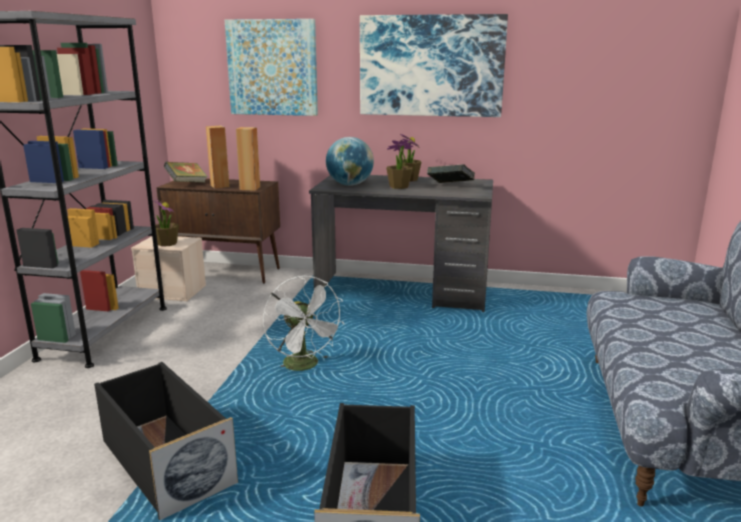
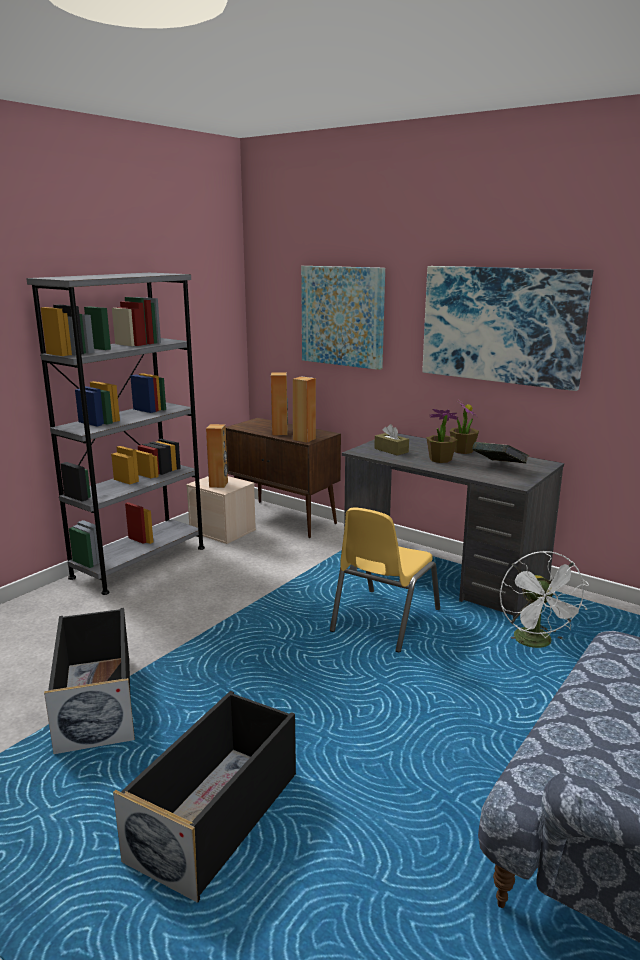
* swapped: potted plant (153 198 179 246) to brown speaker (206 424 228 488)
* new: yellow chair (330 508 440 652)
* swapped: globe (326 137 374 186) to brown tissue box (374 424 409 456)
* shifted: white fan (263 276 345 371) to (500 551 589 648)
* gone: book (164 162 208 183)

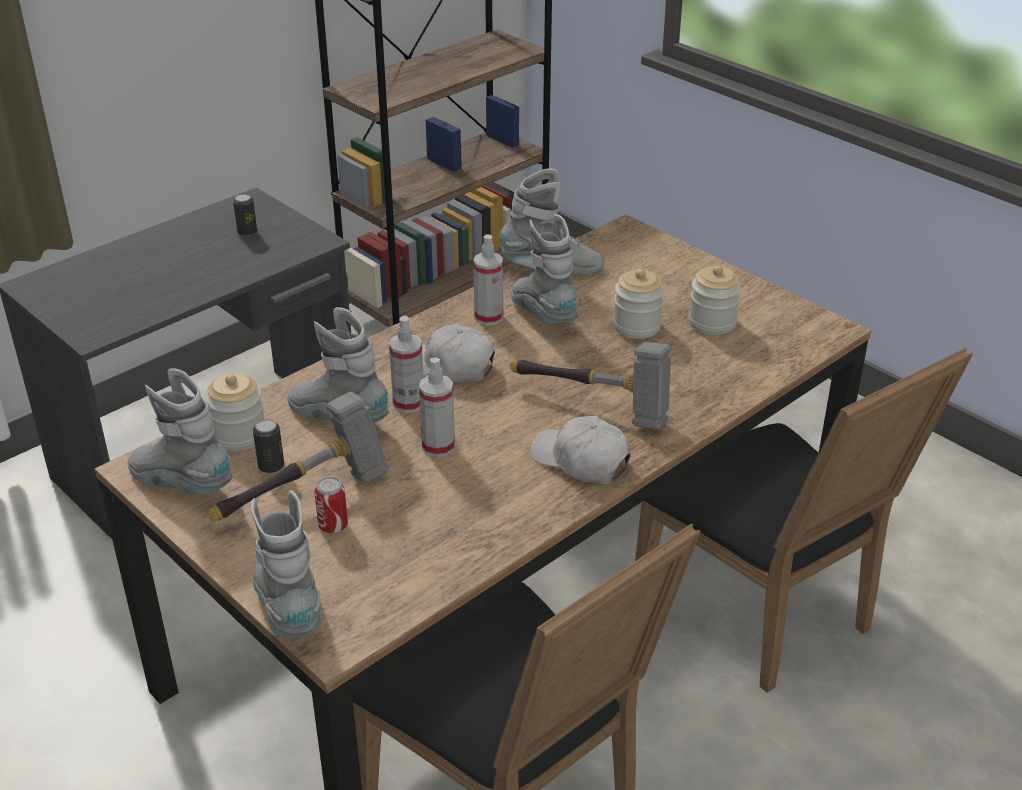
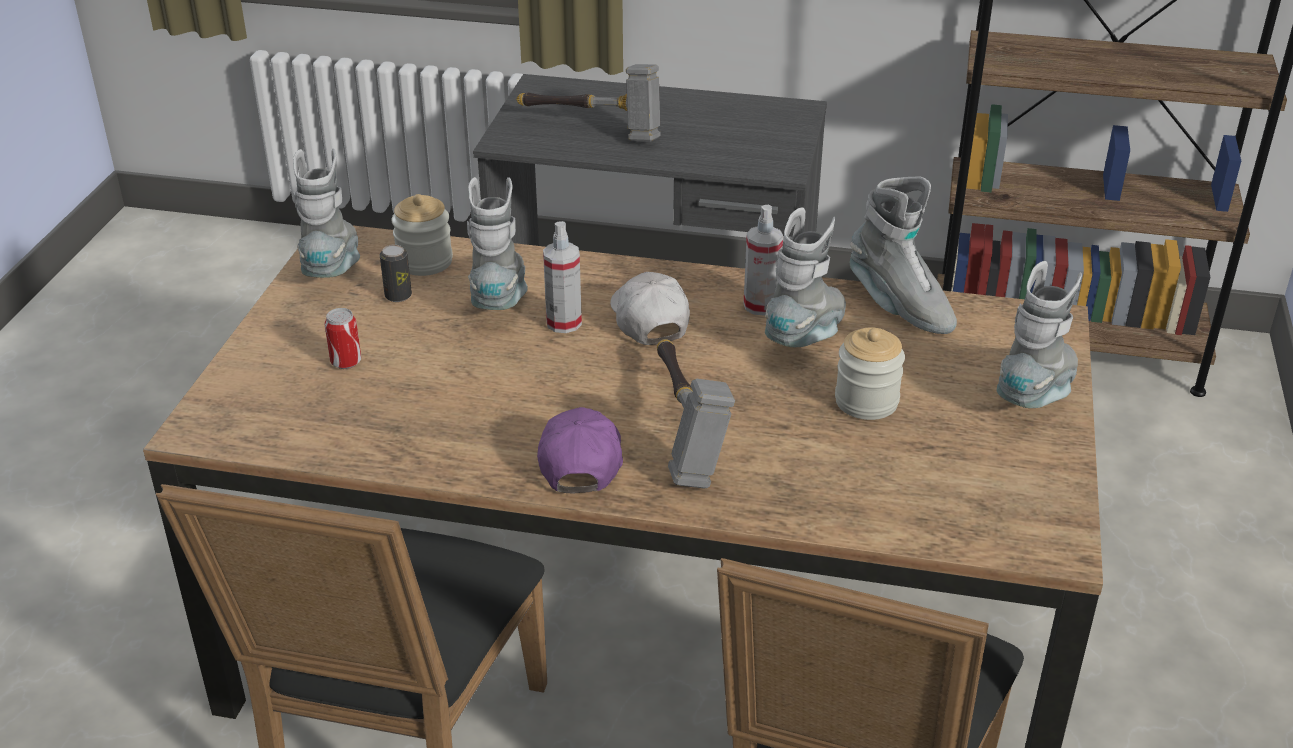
* shifted: hammer (208 392 389 521) to (516 64 661 141)
* repainted: white cap (530 416 631 484) to purple cap (537 407 623 494)
* shifted: grey boot (251 490 322 638) to (996 261 1082 408)
* gone: can (233 194 257 236)
* gone: spray bottle (419 357 455 457)
* gone: jar (689 265 741 335)

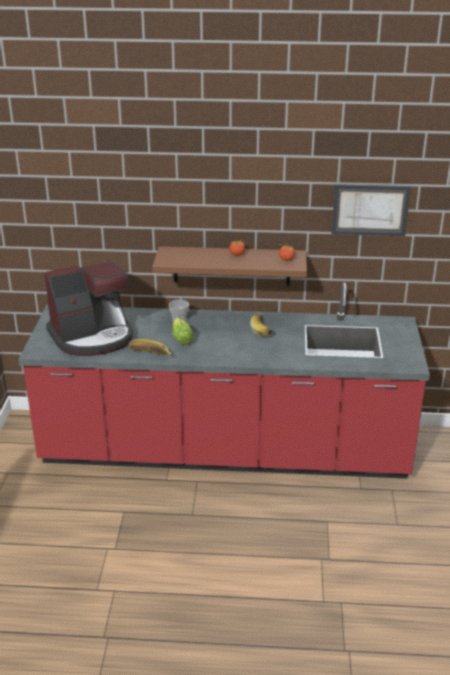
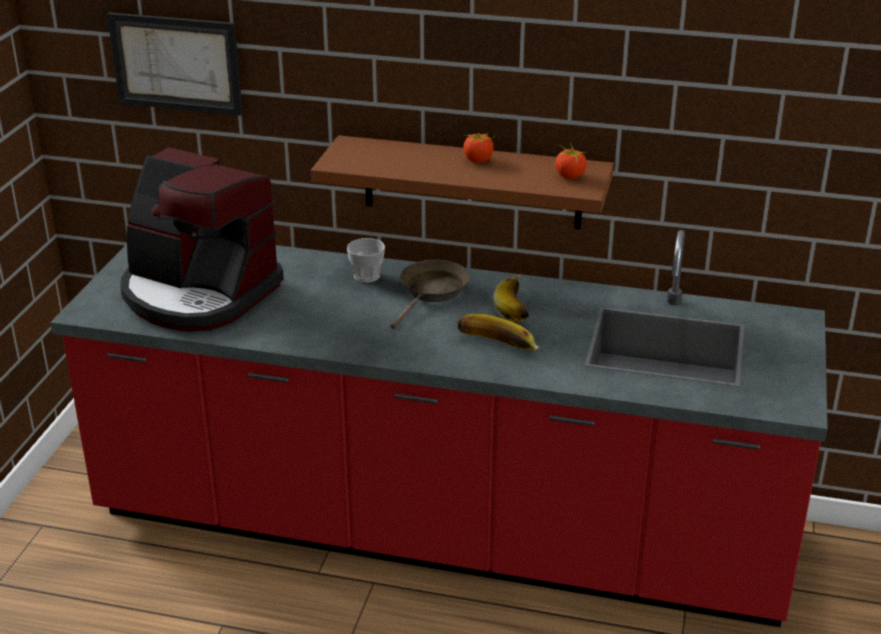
* shifted: picture (331 184 411 236) to (107 13 243 116)
* rotated: coffee machine (44 261 133 356) = (120 147 284 332) 45 degrees clockwise
* new: brown frying pan (390 260 470 329)
* shifted: banana (128 339 172 355) to (458 314 539 351)
* gone: lettuce (173 317 193 345)

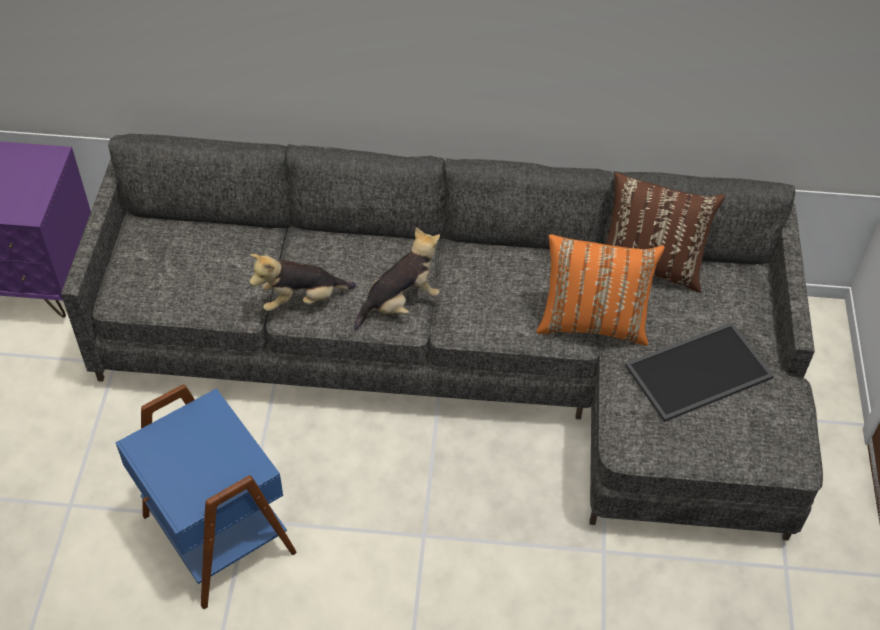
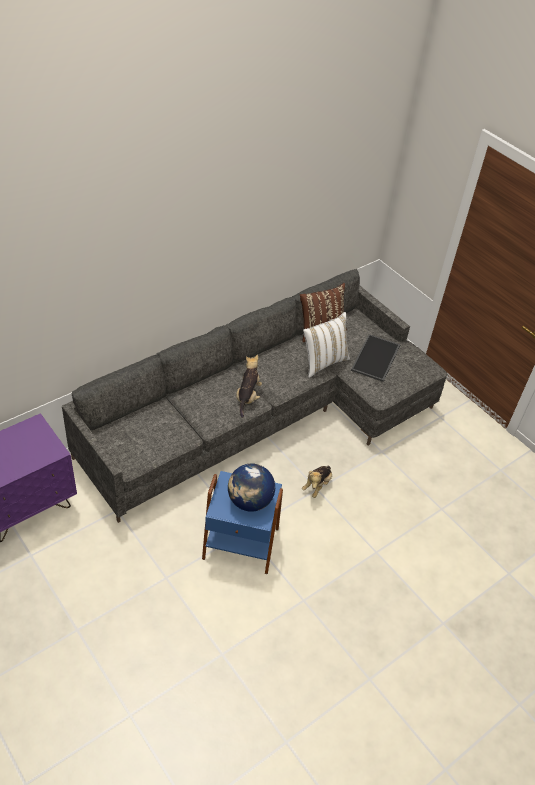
* new: globe (228 464 275 512)
* shifted: plush toy (249 254 356 311) to (302 465 332 498)
* repainted: orange pillow (536 234 665 346) to white pillow (303 312 350 378)

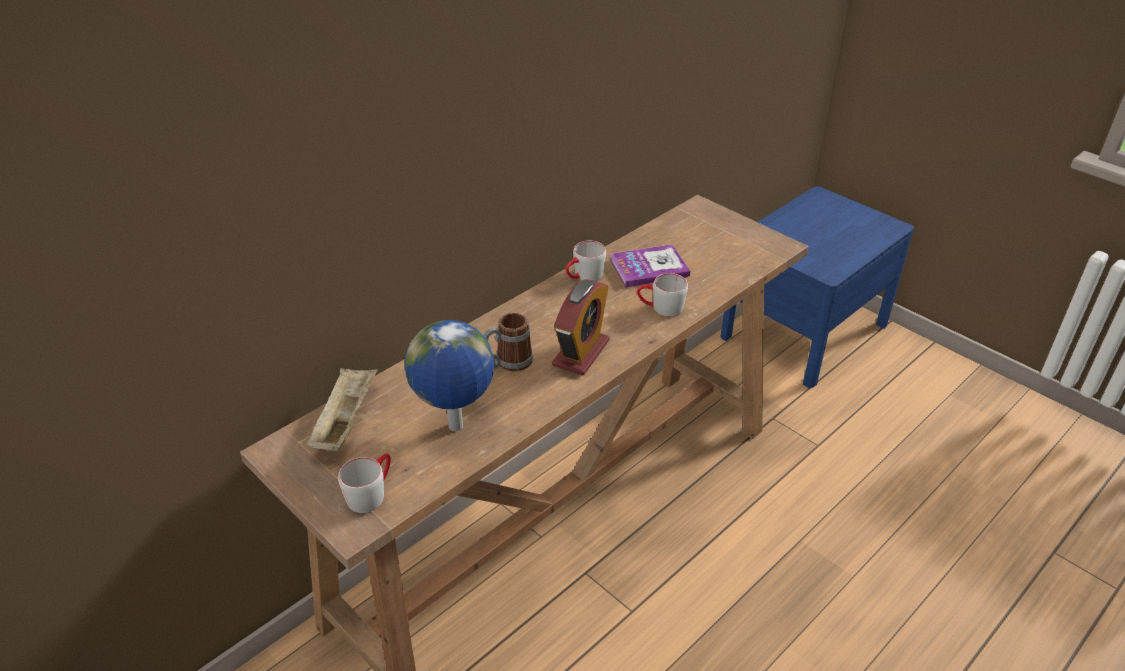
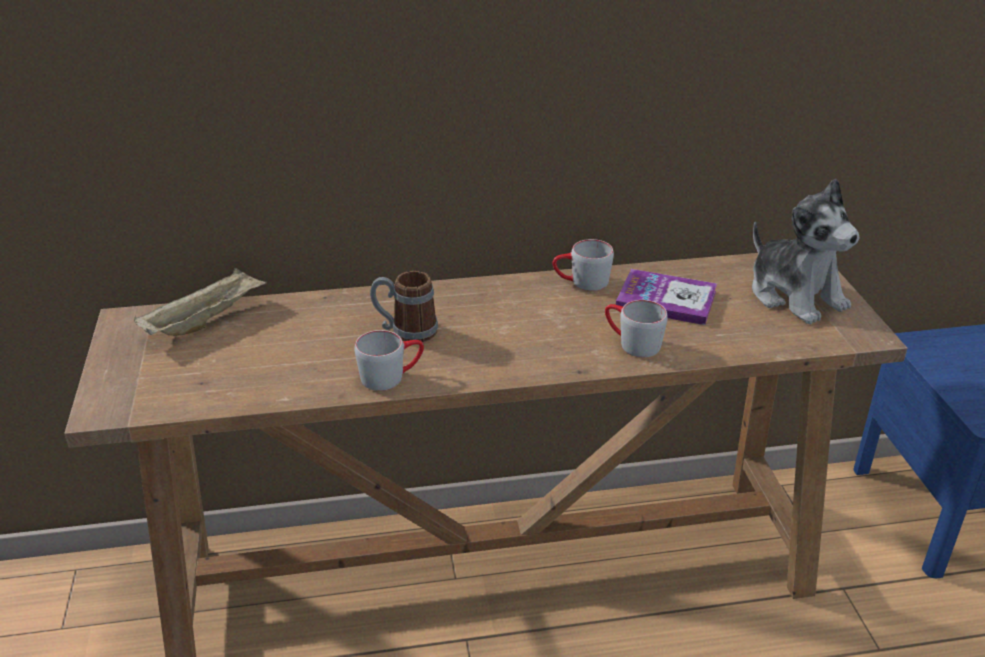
* shifted: grey mug (338 454 391 513) to (354 330 424 391)
* new: plush toy (752 179 860 324)
* gone: globe (404 320 494 431)
* gone: alarm clock (552 279 610 376)

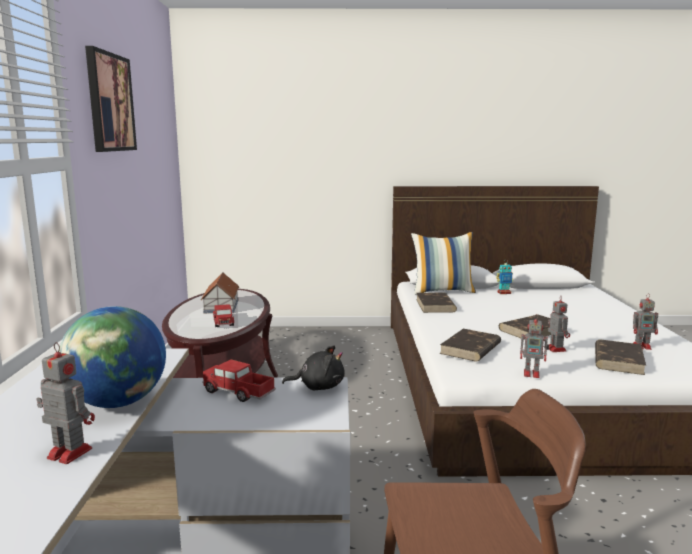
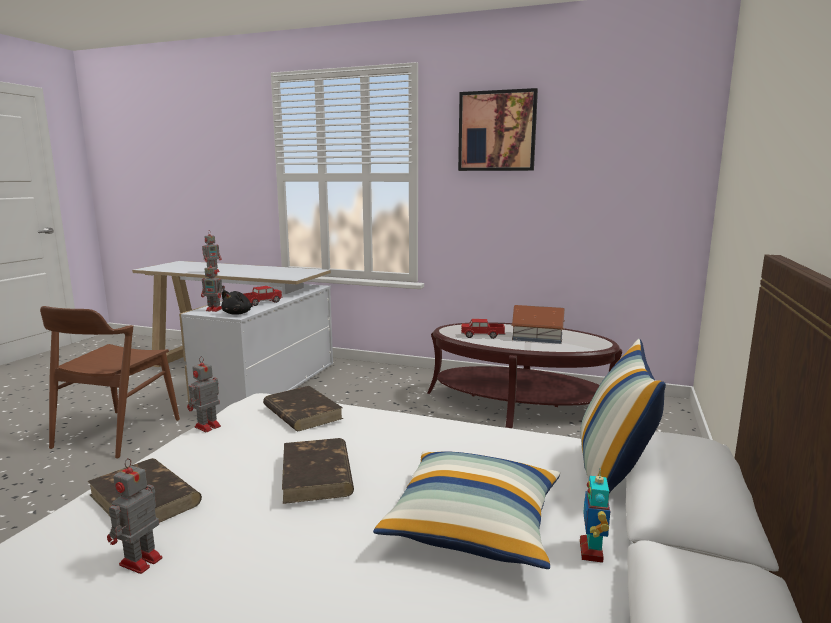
* shifted: toy robot (548 296 570 352) to (201 261 225 312)
* new: pillow (373 451 560 569)
* gone: globe (59 306 166 408)
* gone: brown book (416 293 457 313)

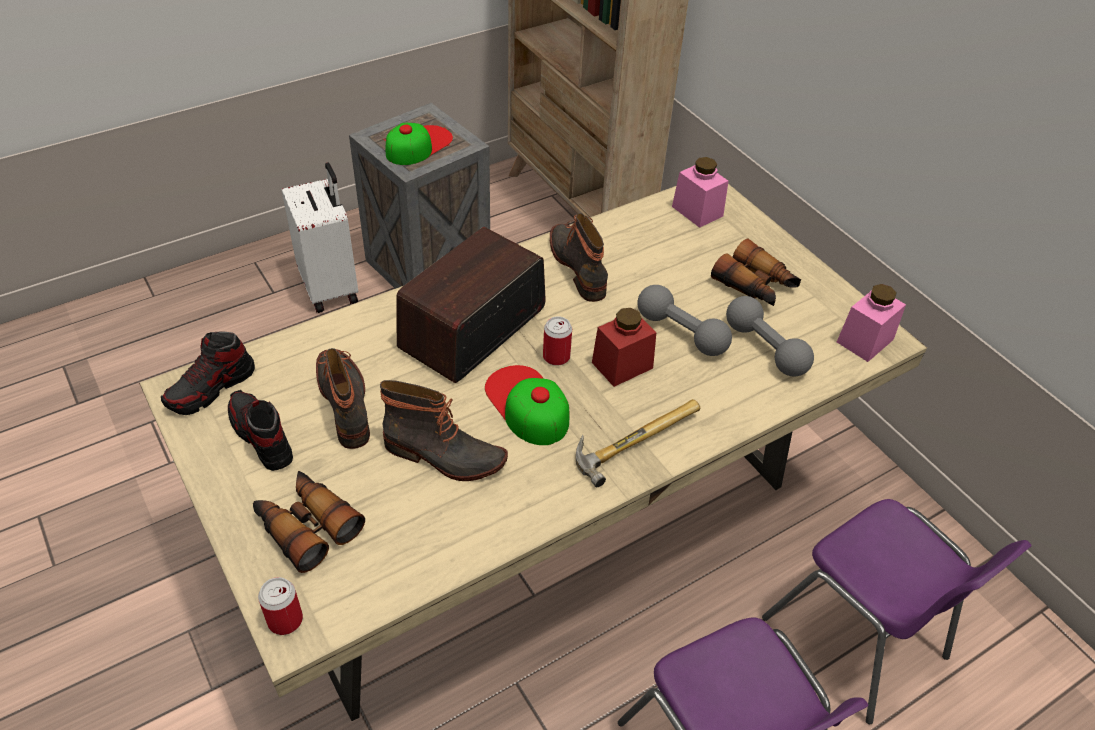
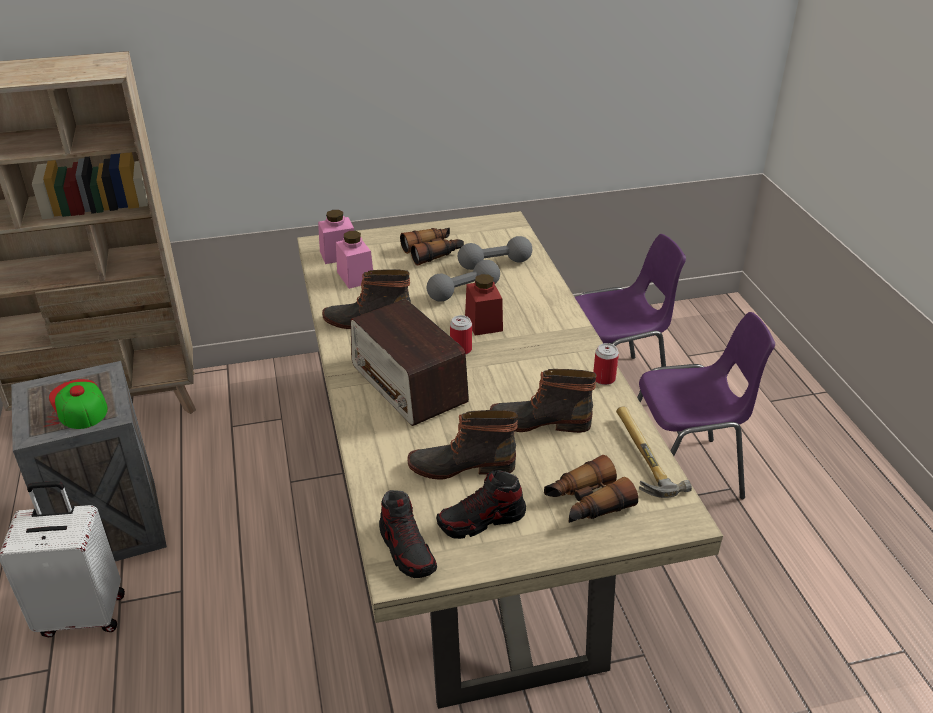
* shifted: pink jar (837 284 906 362) to (336 231 373 289)
* rotated: boot (380 380 508 481) = (490 369 596 433) 120 degrees counterclockwise
* shifted: can (258 577 303 635) to (593 343 619 385)
* shifted: hammer (576 399 700 487) to (616 407 692 498)
* gone: cap (485 365 569 445)

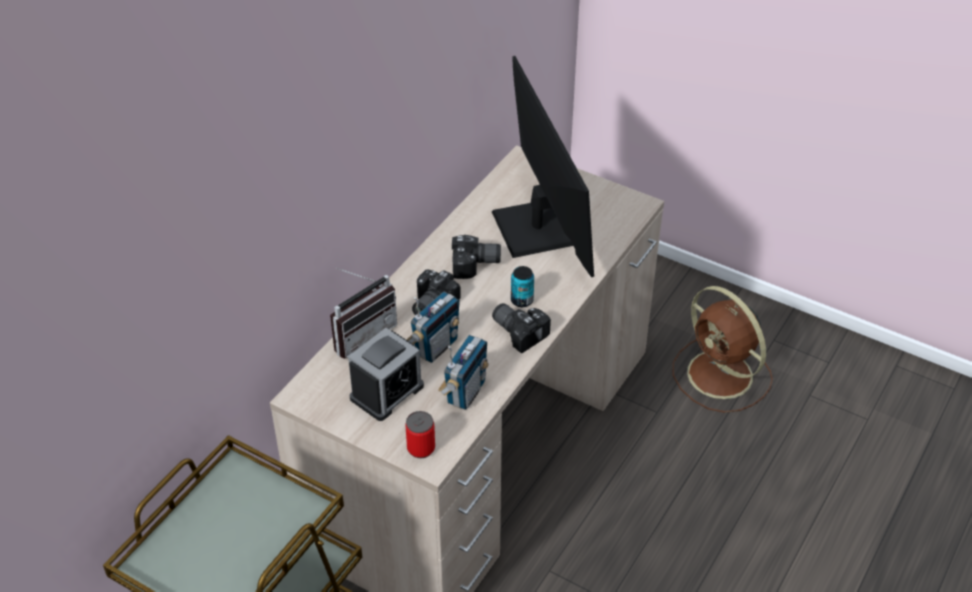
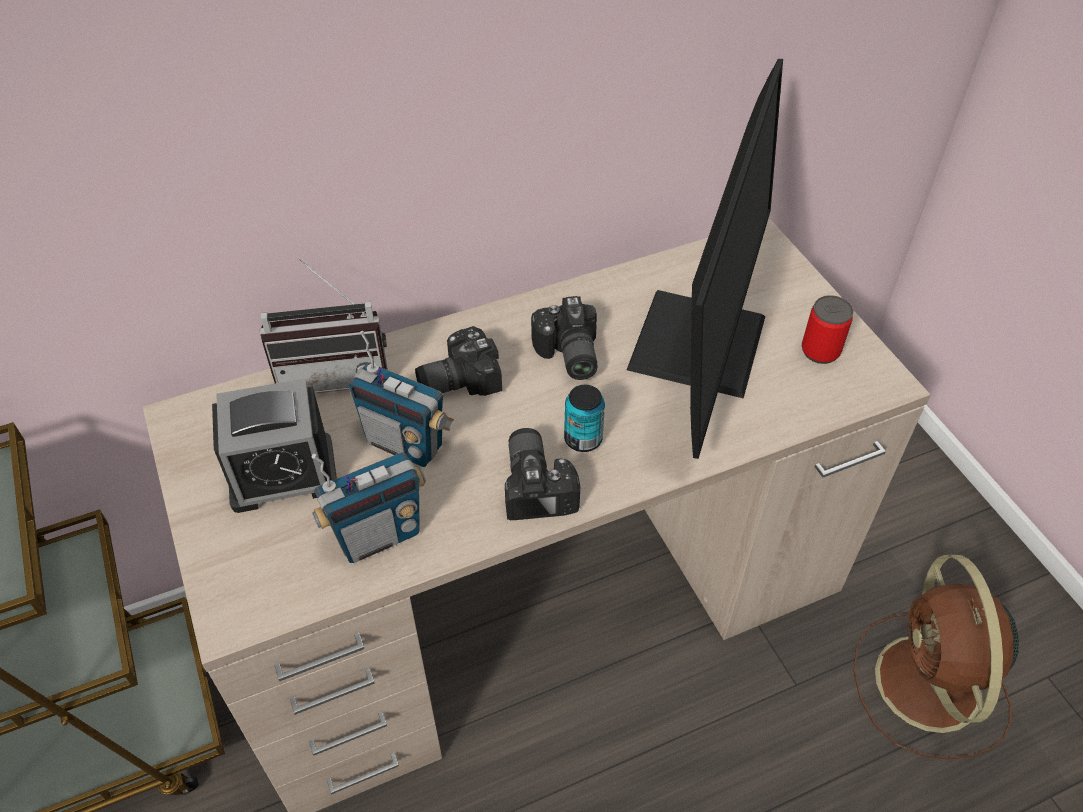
* rotated: radio (407 291 460 363) = (349 331 454 467) 45 degrees clockwise
* rotated: photo camera (452 235 501 279) = (531 296 598 380) 45 degrees clockwise
* shifted: can (405 411 435 458) to (802 295 853 364)

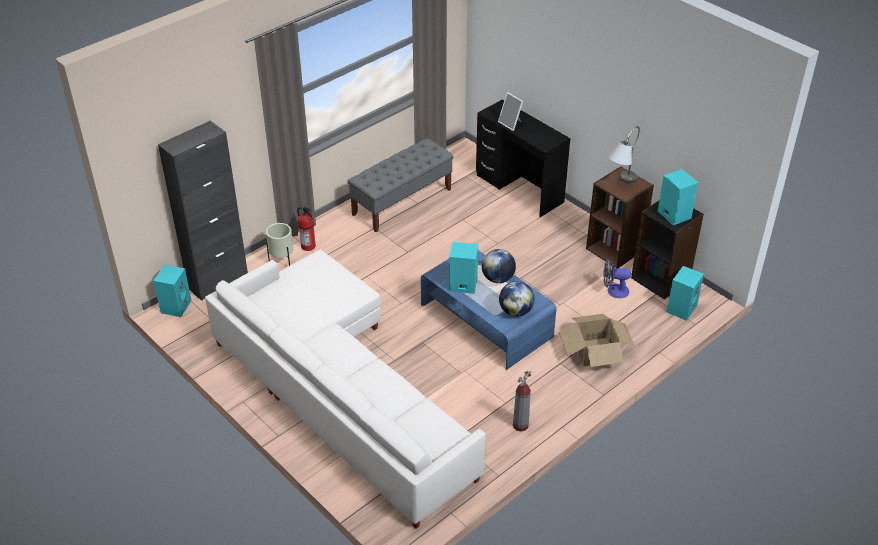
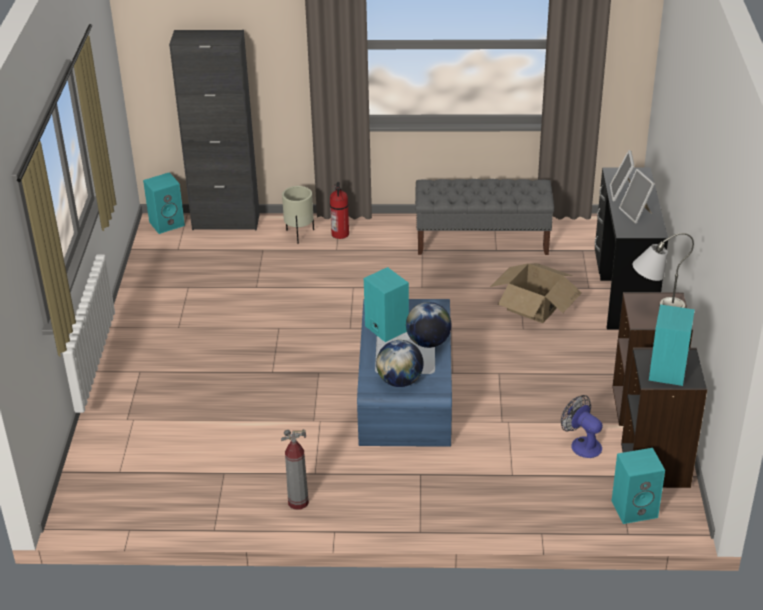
* shifted: cardboard box (559 314 635 367) to (490 263 582 323)
* new: picture frame (619 169 655 223)
* gone: white sofa (205 250 486 529)

